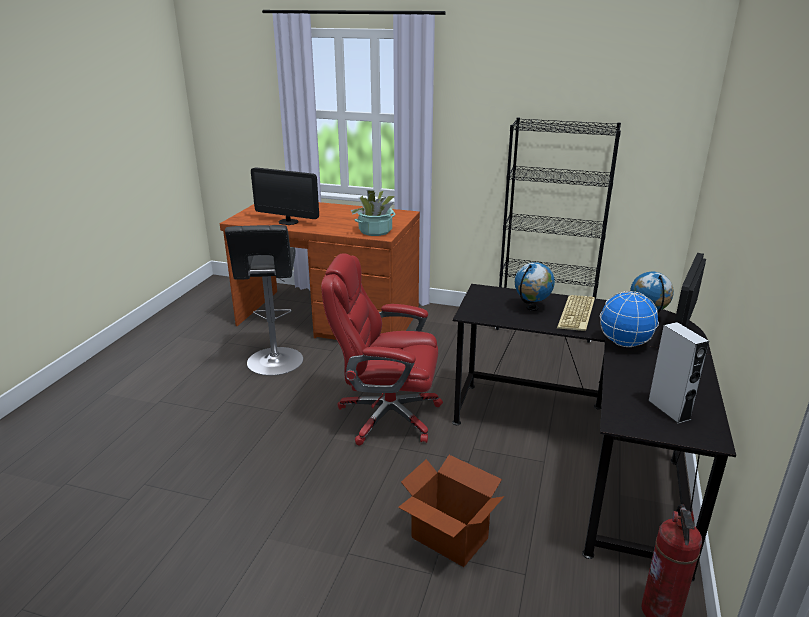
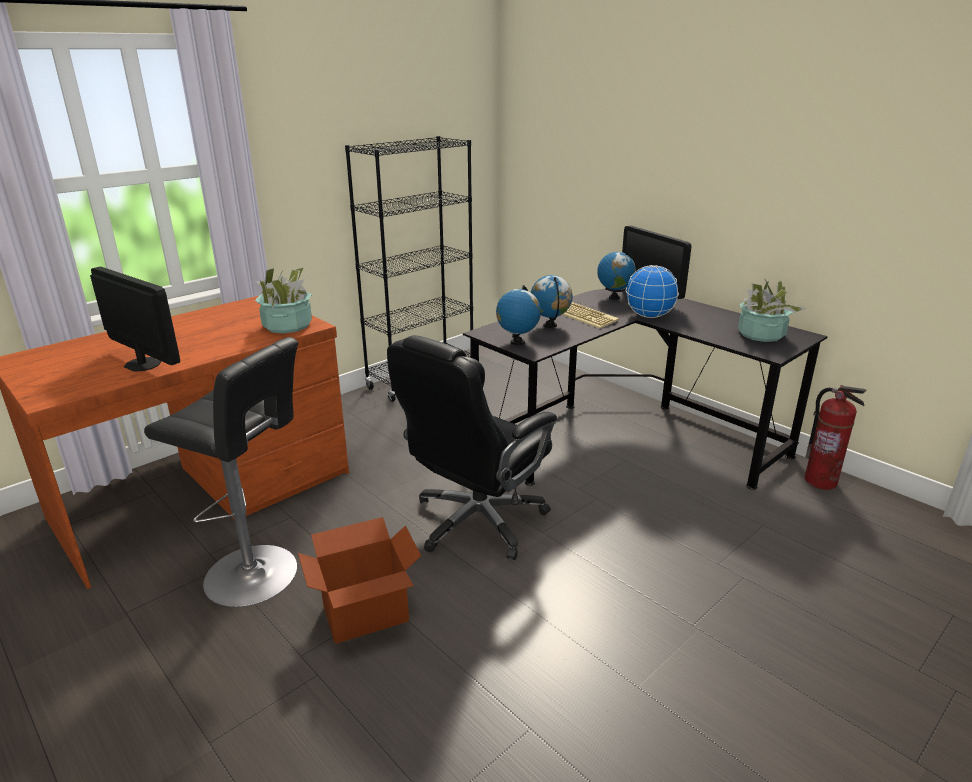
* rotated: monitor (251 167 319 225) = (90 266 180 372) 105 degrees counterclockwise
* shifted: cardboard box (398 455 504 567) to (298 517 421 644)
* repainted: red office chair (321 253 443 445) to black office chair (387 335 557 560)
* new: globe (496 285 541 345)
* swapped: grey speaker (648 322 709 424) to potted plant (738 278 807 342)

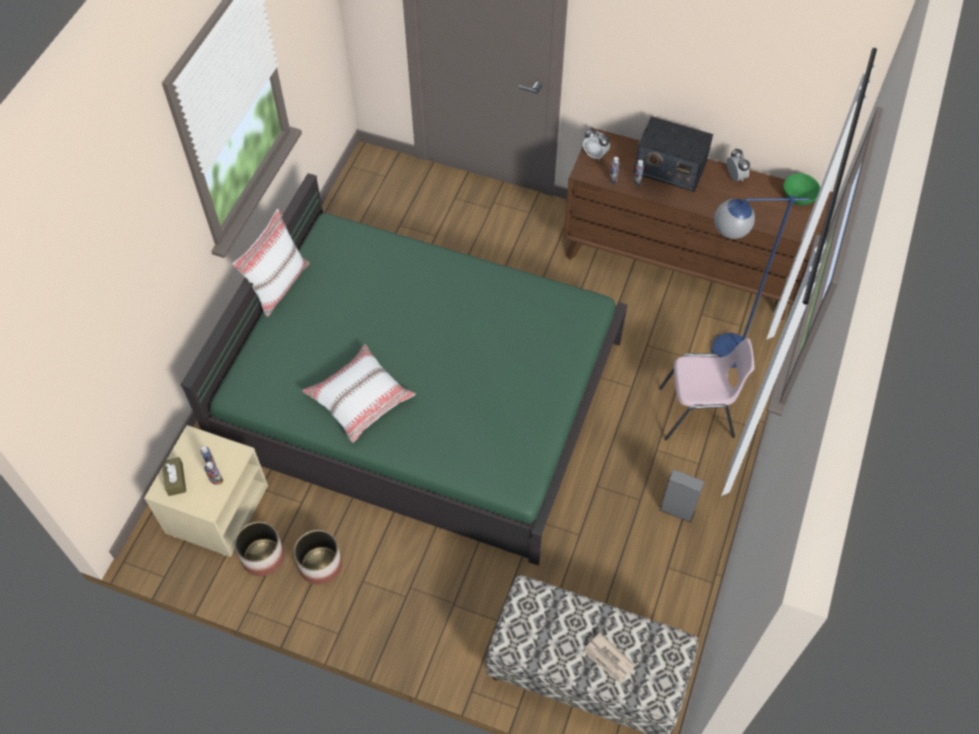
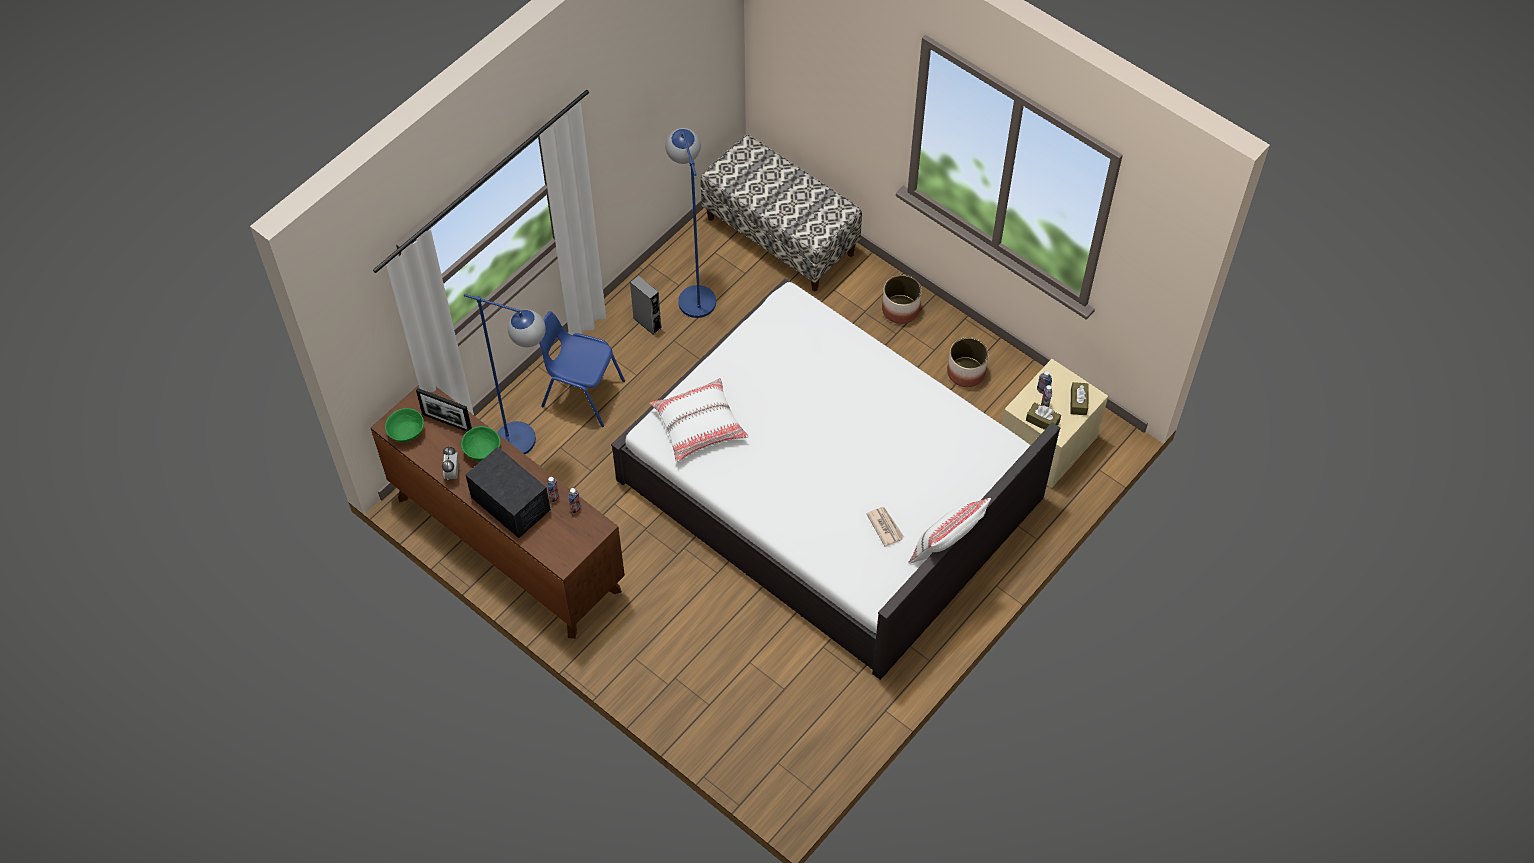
* new: picture frame (416 388 472 431)
* new: green bowl (461 426 500 461)
* repainted: pink chair (659 338 755 441) to blue chair (539 311 625 427)
* repainted: green bed (181 173 627 566) to white bed (611 278 1060 680)
* shifted: white pillow (302 344 416 443) to (650 378 749 463)
* new: blue floor lamp (665 128 716 318)
* shifted: newspaper (584 632 635 684) to (866 507 904 547)
* shifted: planter (235 522 285 576) to (882 275 922 324)
* new: brown tissue box (1026 402 1061 430)
* gone: alarm clock (583 128 610 161)

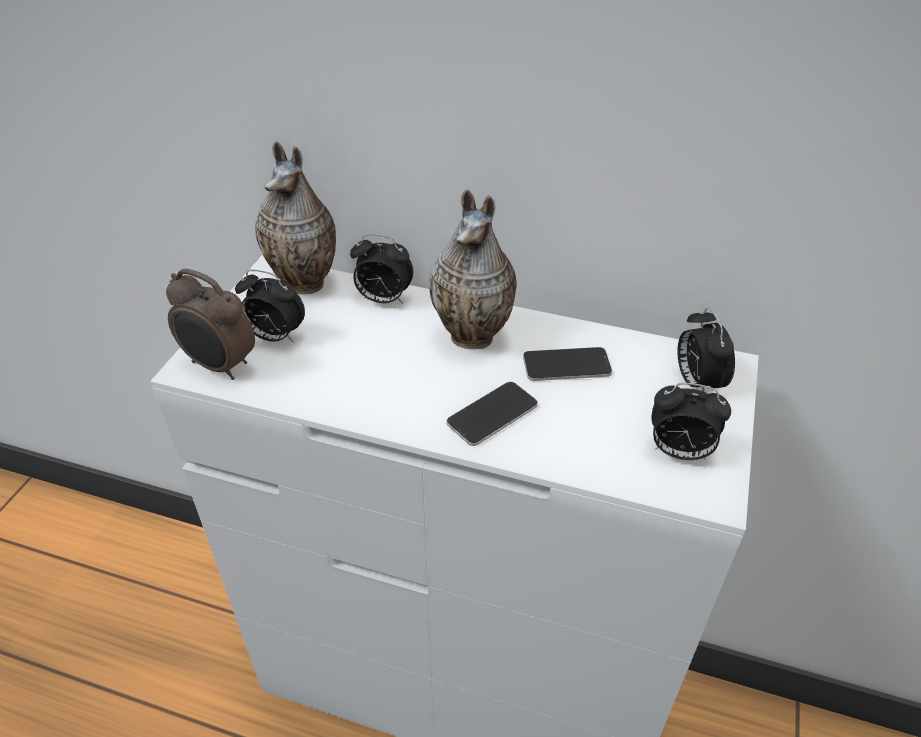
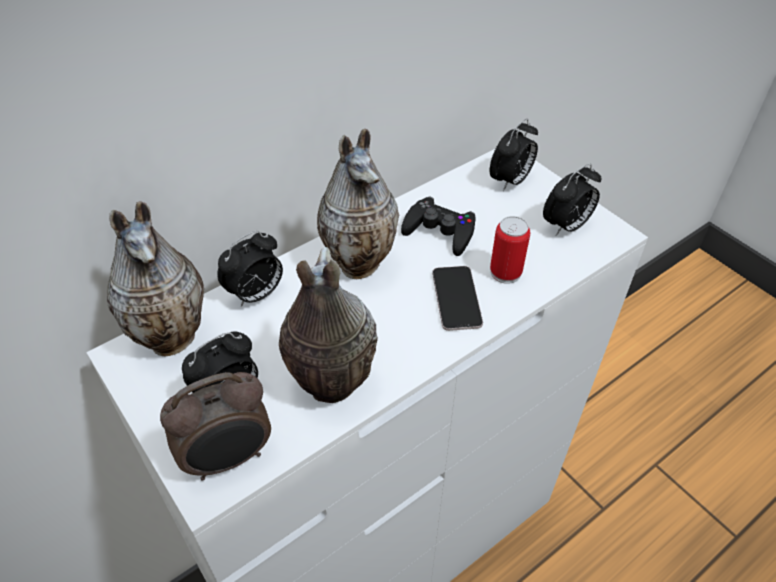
* new: vase (279 247 378 403)
* swapped: phone (523 347 613 381) to black game controller (401 196 476 256)
* rotated: alarm clock (677 307 735 392) = (490 119 538 191) 75 degrees counterclockwise
* new: can (490 216 530 284)

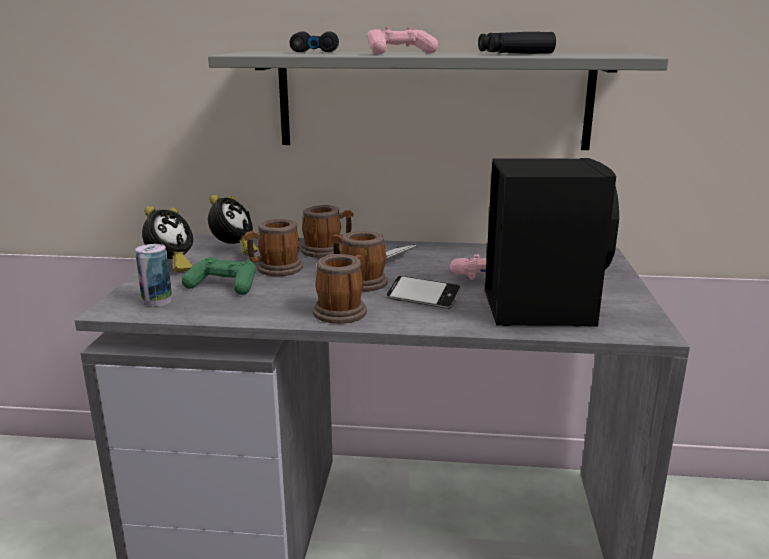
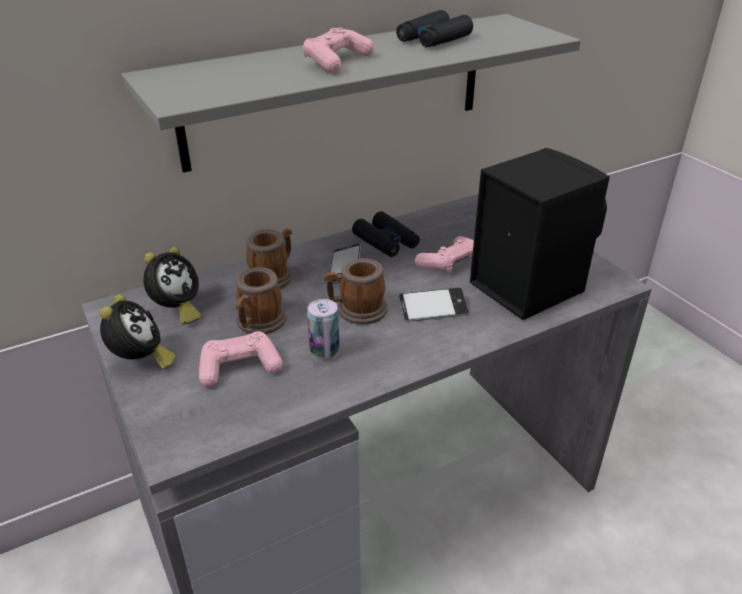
* rotated: alarm clock (208 195 258 254) = (143 247 201 325) 45 degrees clockwise
* repainted: green game controller (182 257 256 295) to pink game controller (199 331 283 387)
* shifted: can (135 244 172 306) to (307 299 340 363)
* shifted: black binoculars (290 31 339 52) to (352 211 420 257)
* gone: mug (313 254 367 324)

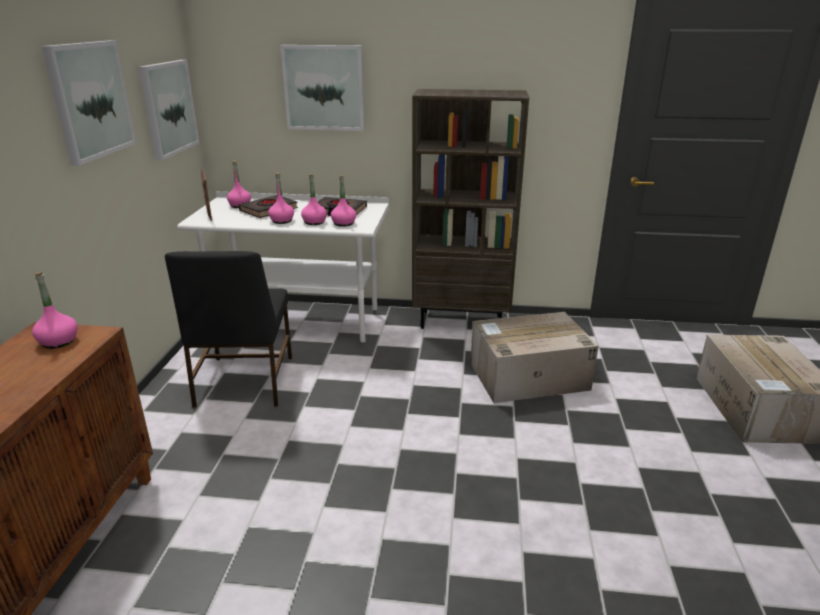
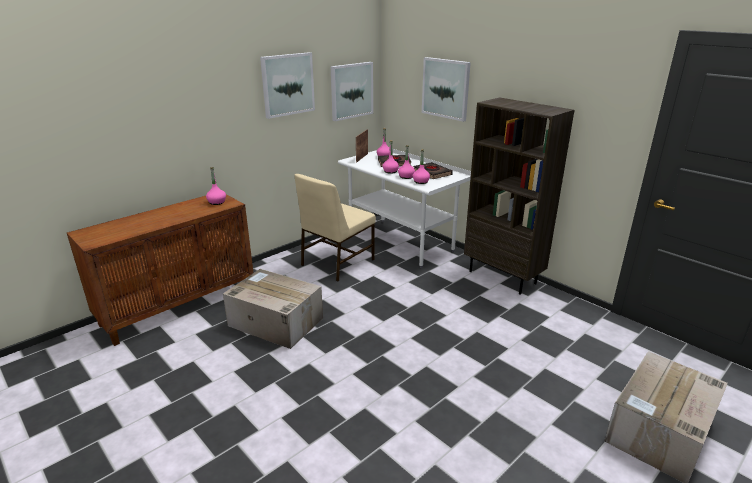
* shifted: cardboard box (470 312 599 403) to (223 269 323 349)
* repainted: black chair (165 251 292 408) to beige chair (294 174 376 281)

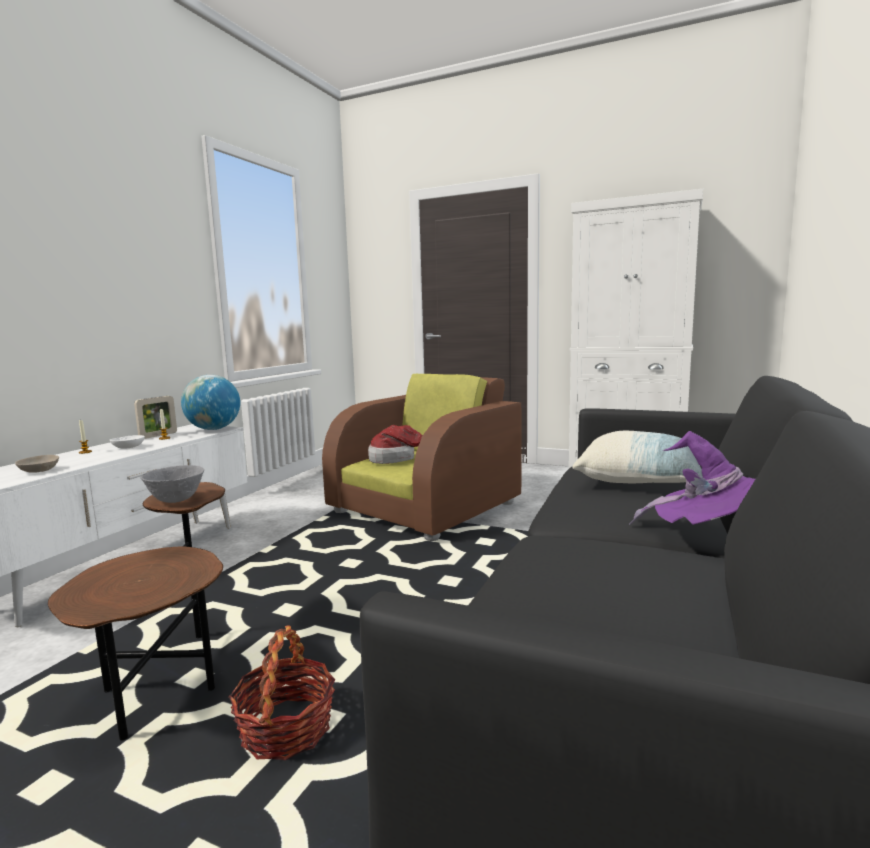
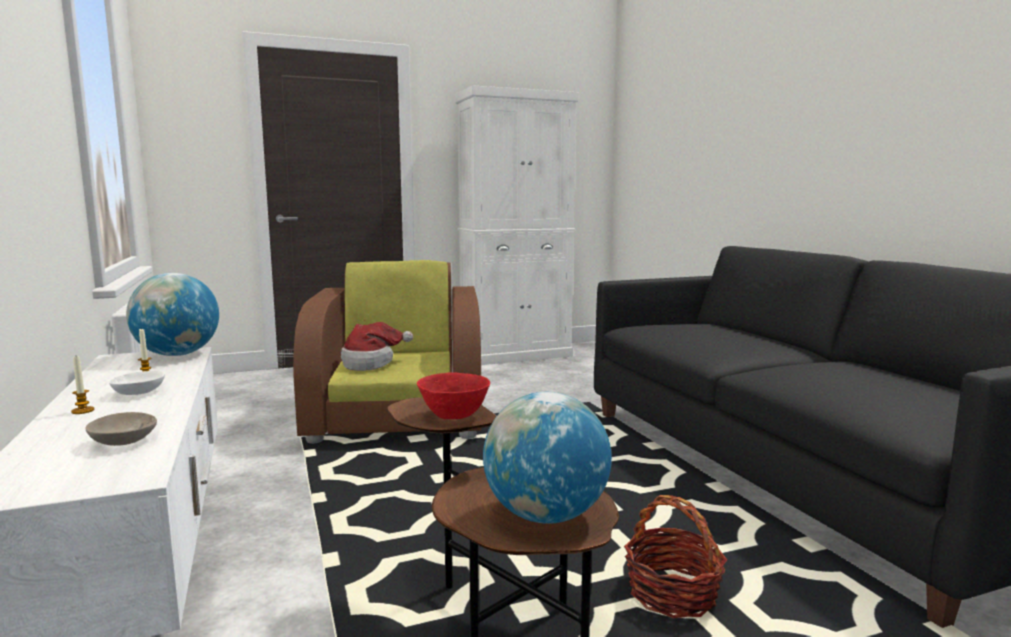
* repainted: grey bowl (141 465 204 503) to red bowl (417 373 490 419)
* new: globe (483 392 612 524)
* gone: picture frame (134 396 177 439)
* gone: pillow (573 431 703 483)
* gone: purple hat (629 431 755 525)

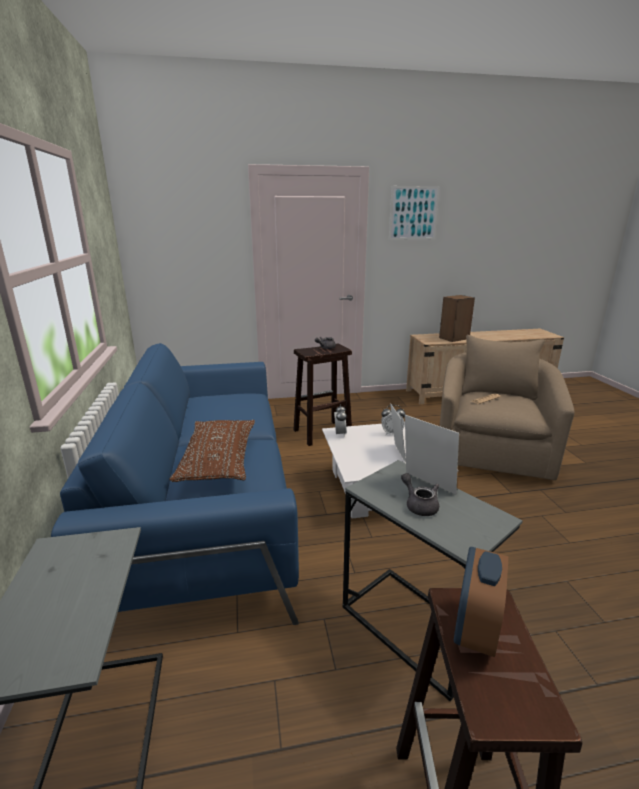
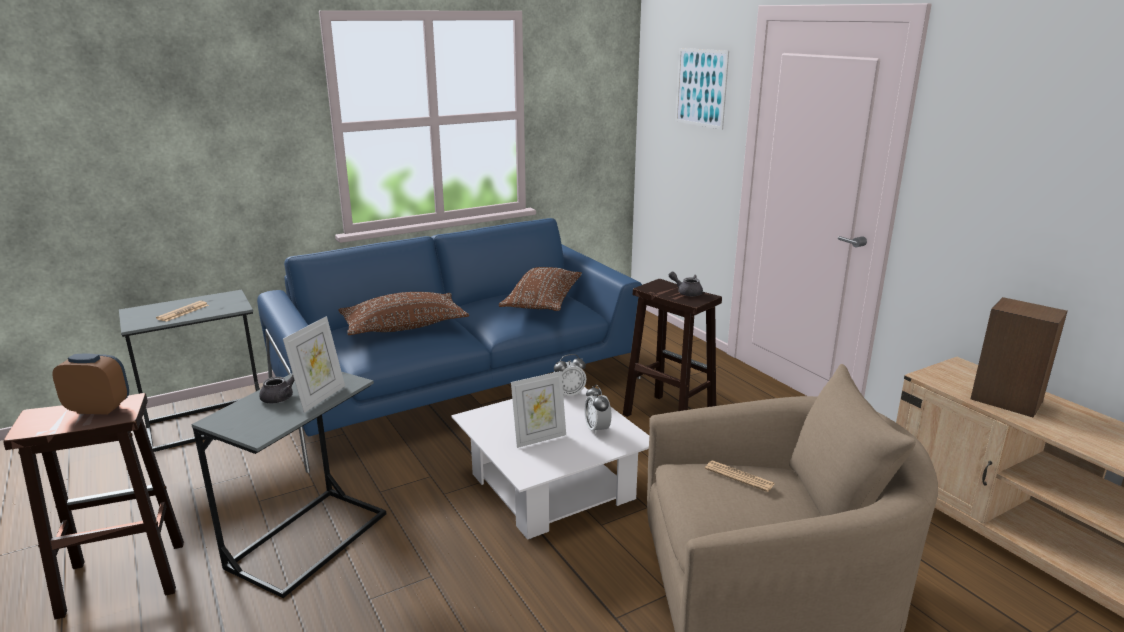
* new: newspaper (156 301 209 322)
* new: brown pillow (499 267 582 311)
* shifted: picture (389 186 440 240) to (675 48 729 130)

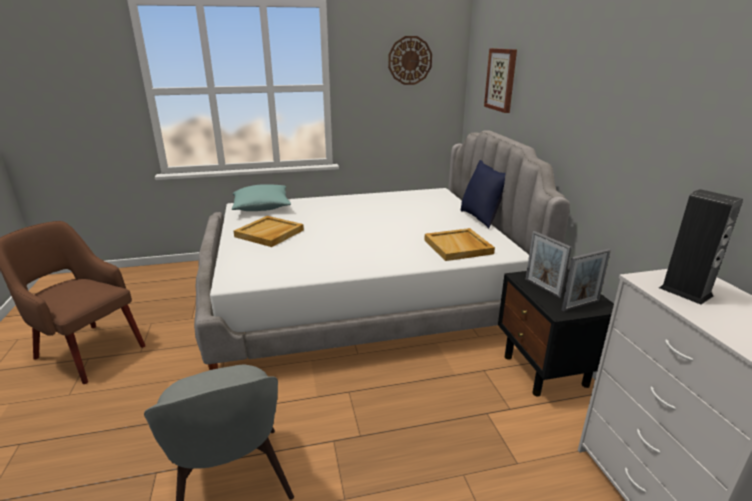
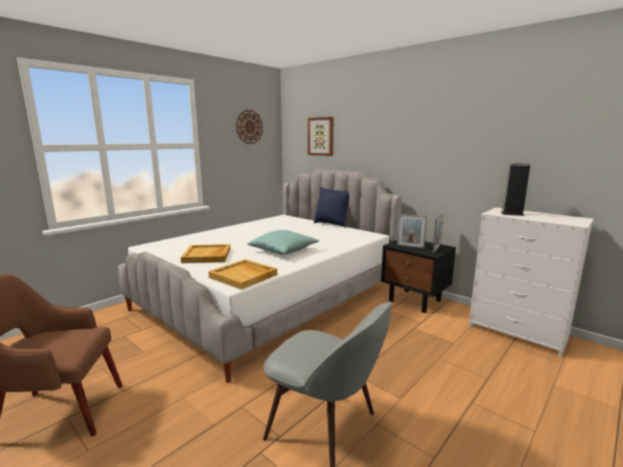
* shifted: beige tray (424 228 495 261) to (208 259 277 290)
* shifted: turquoise pillow (232 184 291 211) to (247 230 319 254)

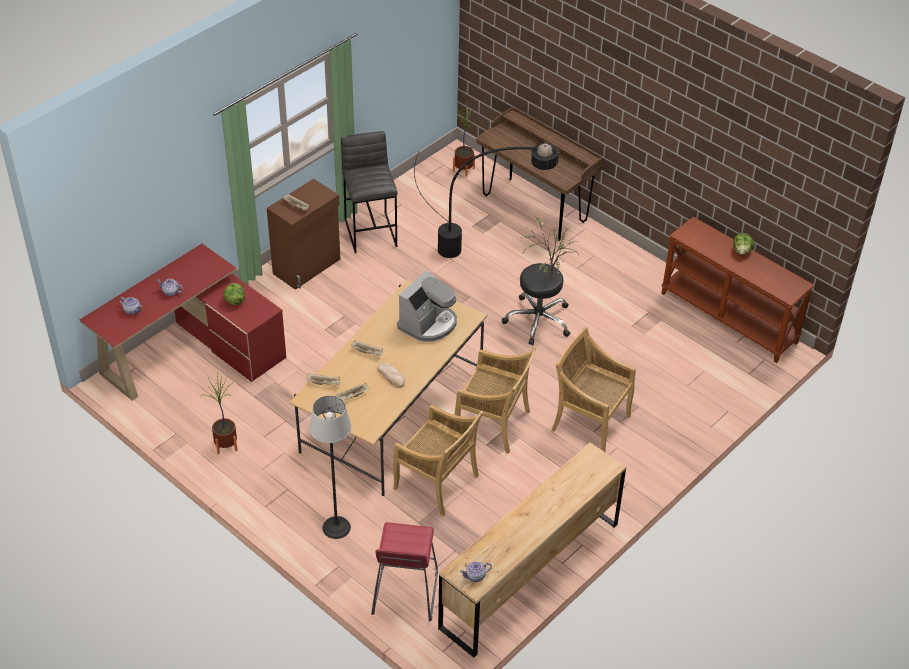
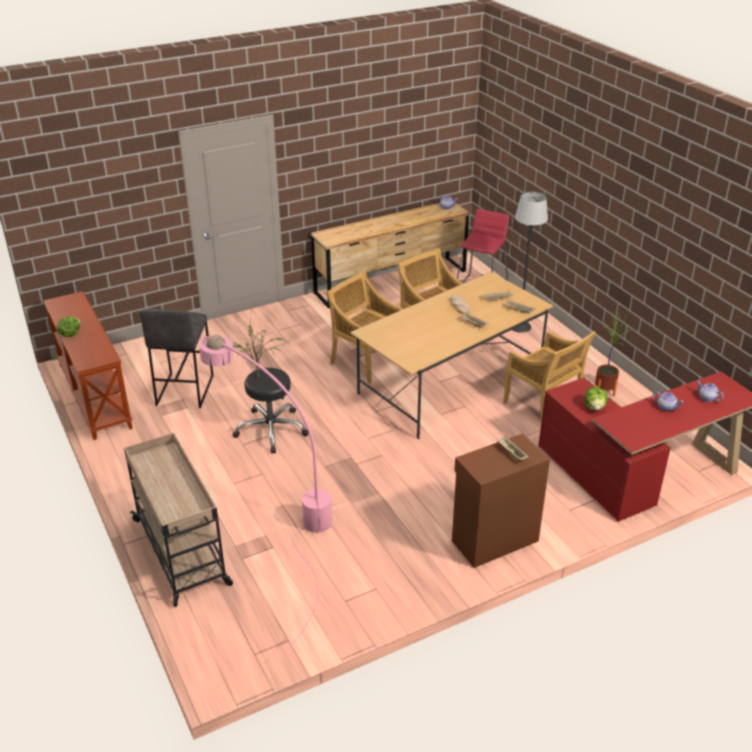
* swapped: brown desk (476 106 604 241) to beige cart (124 433 233 607)
* shifted: grey stool (341 131 397 253) to (140 309 214 408)
* repainted: black floor lamp (414 143 558 258) to pink floor lamp (200 335 332 651)
* shifted: beige chair (551 327 636 452) to (503 331 595 422)
* gone: coffee machine (397 270 457 342)
* gone: potted plant (453 104 476 177)

